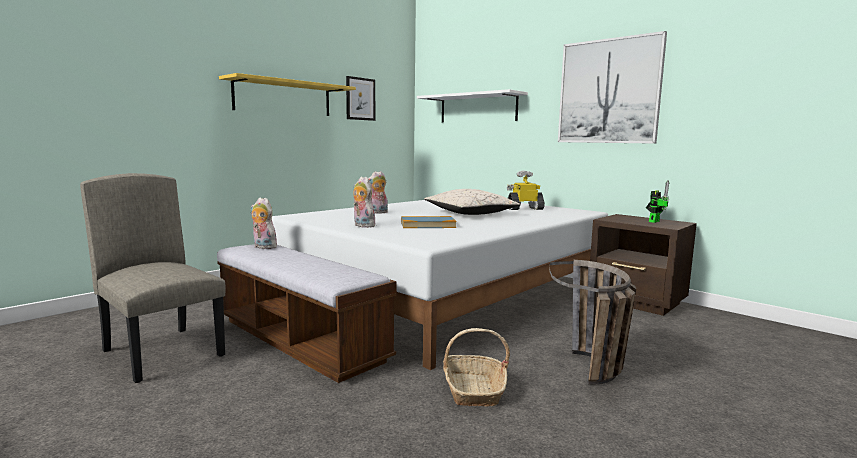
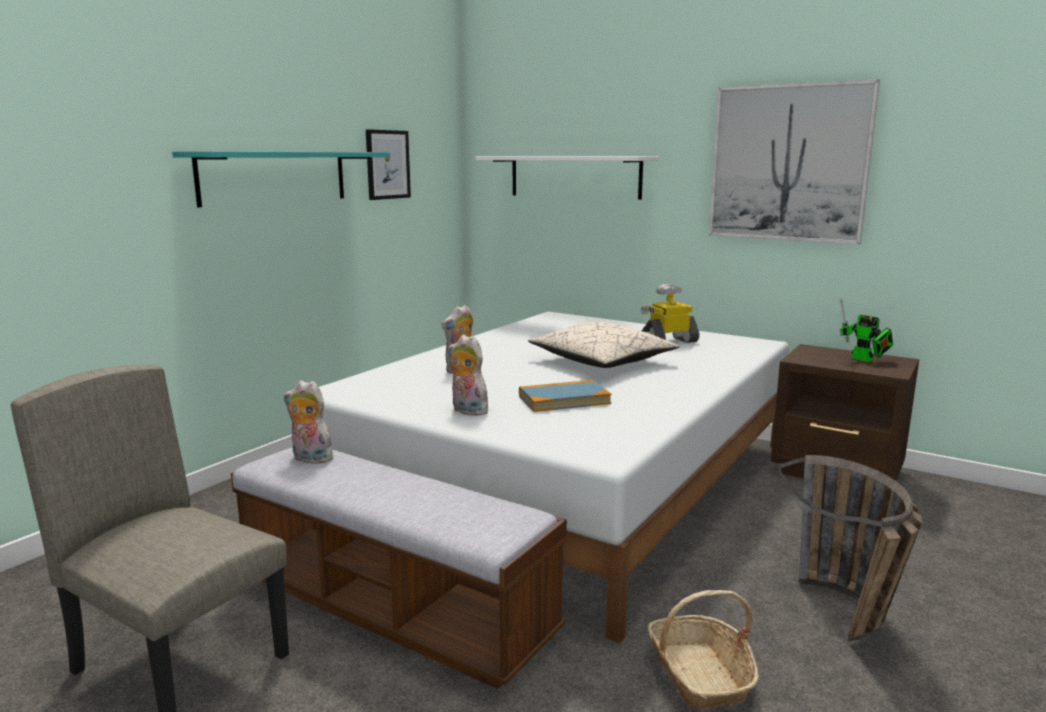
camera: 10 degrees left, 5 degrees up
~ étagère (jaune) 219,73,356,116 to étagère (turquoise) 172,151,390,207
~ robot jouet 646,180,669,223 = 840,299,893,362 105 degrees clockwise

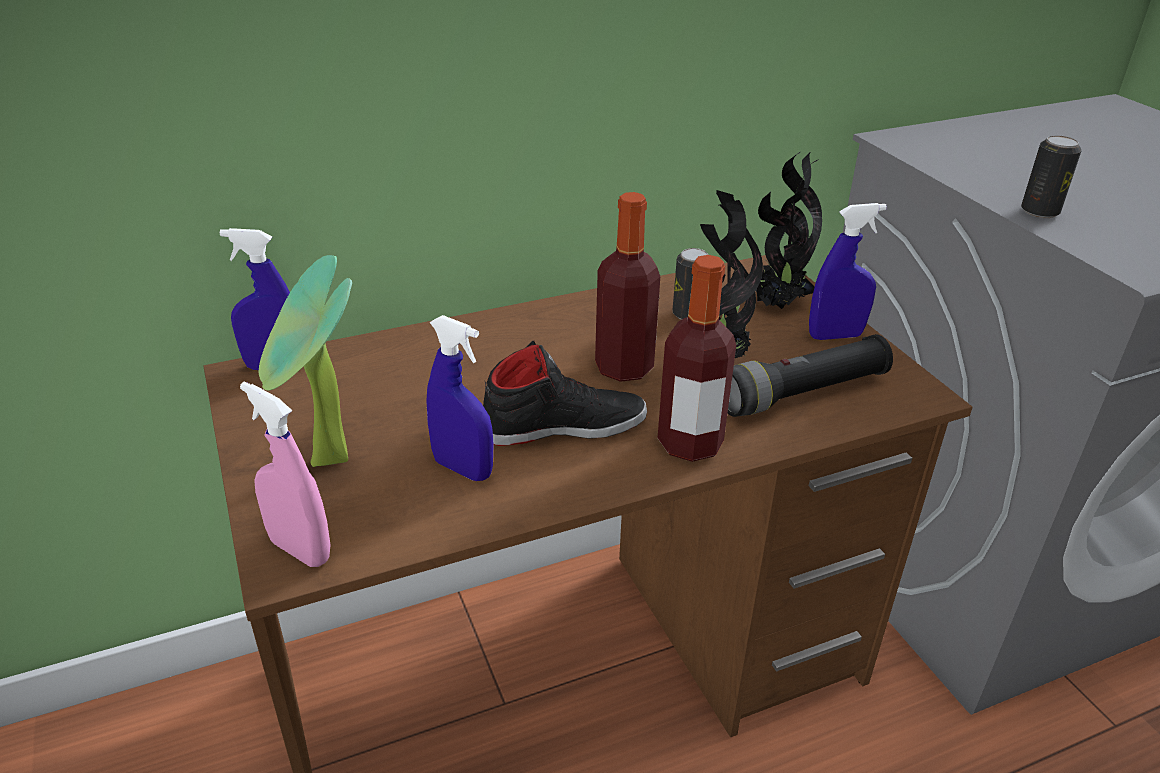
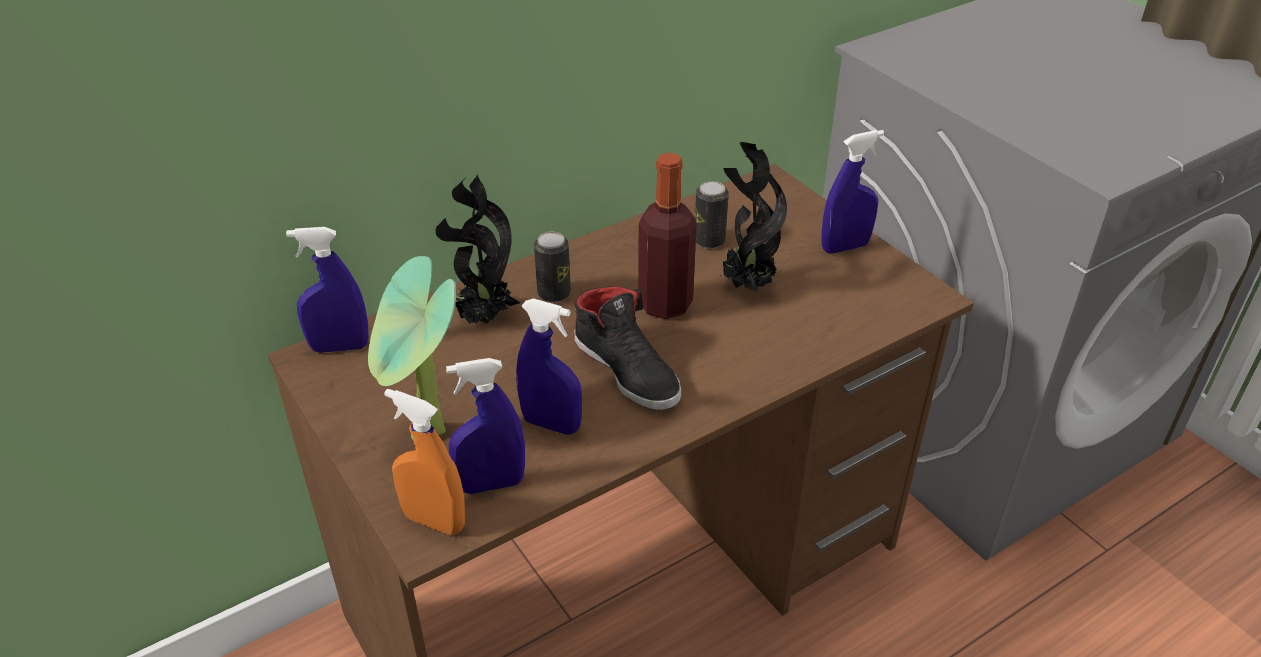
camera: 10 degrees left, 5 degrees up
- bouteille 658,255,736,462
- lampe de poche (noir) 728,334,893,417
+ vaporisateur (bleu) 446,358,525,494
~ plante en pot 756,151,822,309 to 436,175,521,324
~ boîte métallique 1021,135,1082,218 to 534,232,571,302
~ vaporisateur (rose) 240,382,331,567 to vaporisateur (orange) 384,389,465,535
~ chaussure (noir) 483,341,647,446 = 574,286,681,410 75 degrees clockwise

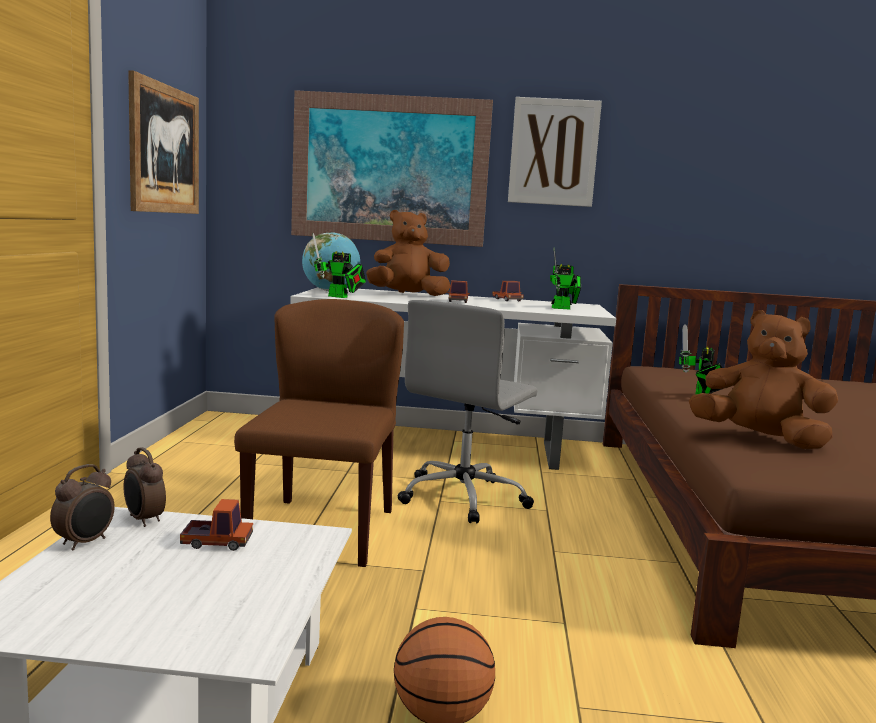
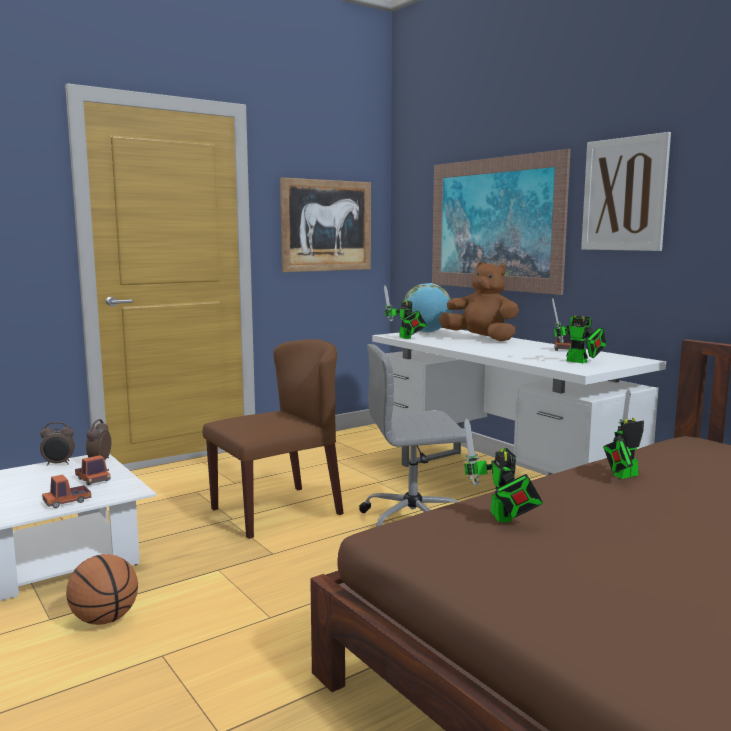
camera: 50 degrees right, 0 degrees up
~ camion jouet 447,280,470,303 to 42,475,91,508
~ peluche (marron) 689,310,838,449 to robot jouet 464,418,543,522

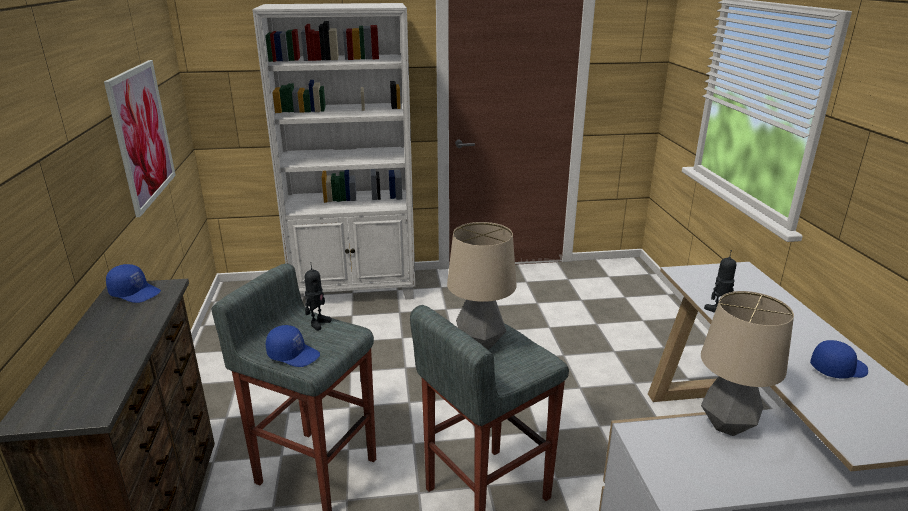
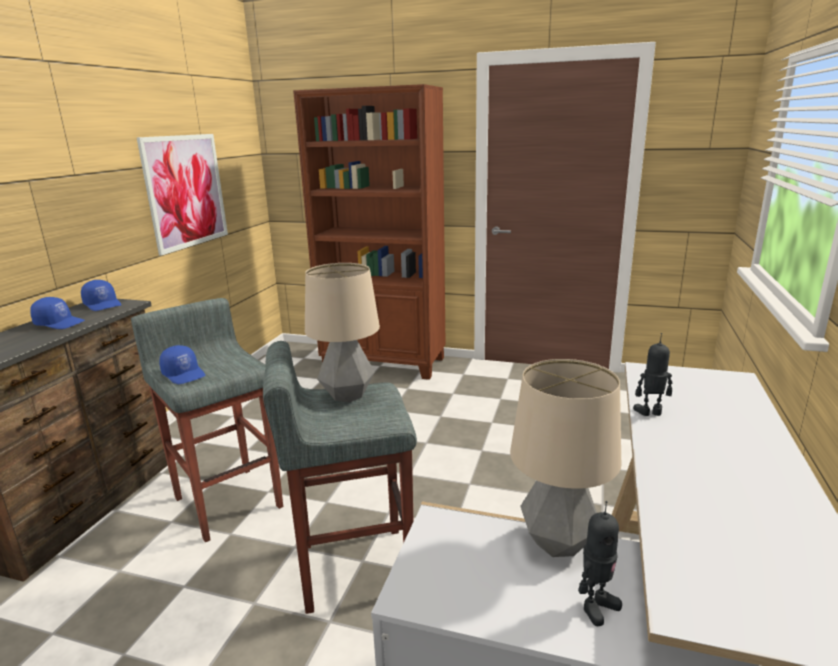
camera: 25 degrees right, 5 degrees down
~ robot jouet 305,262,331,331 to 578,501,622,626
~ casquette (bleu) 810,340,868,379 to 30,297,85,329
~ bibliothèque (blanc) 252,3,415,302 to bibliothèque (marron) 293,84,446,380

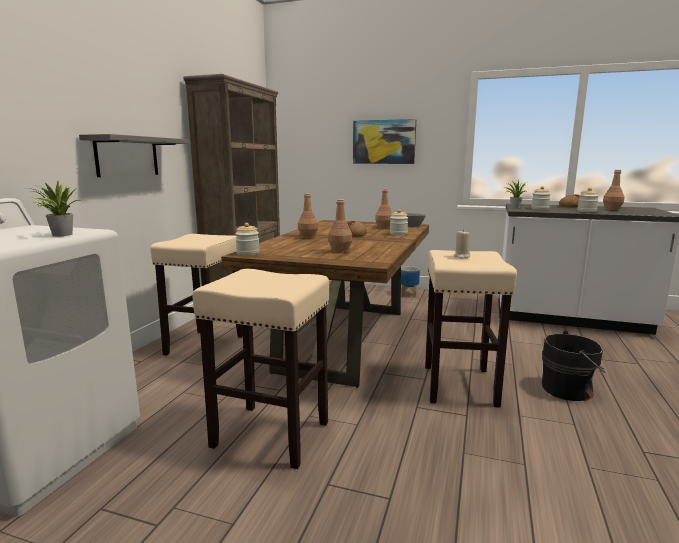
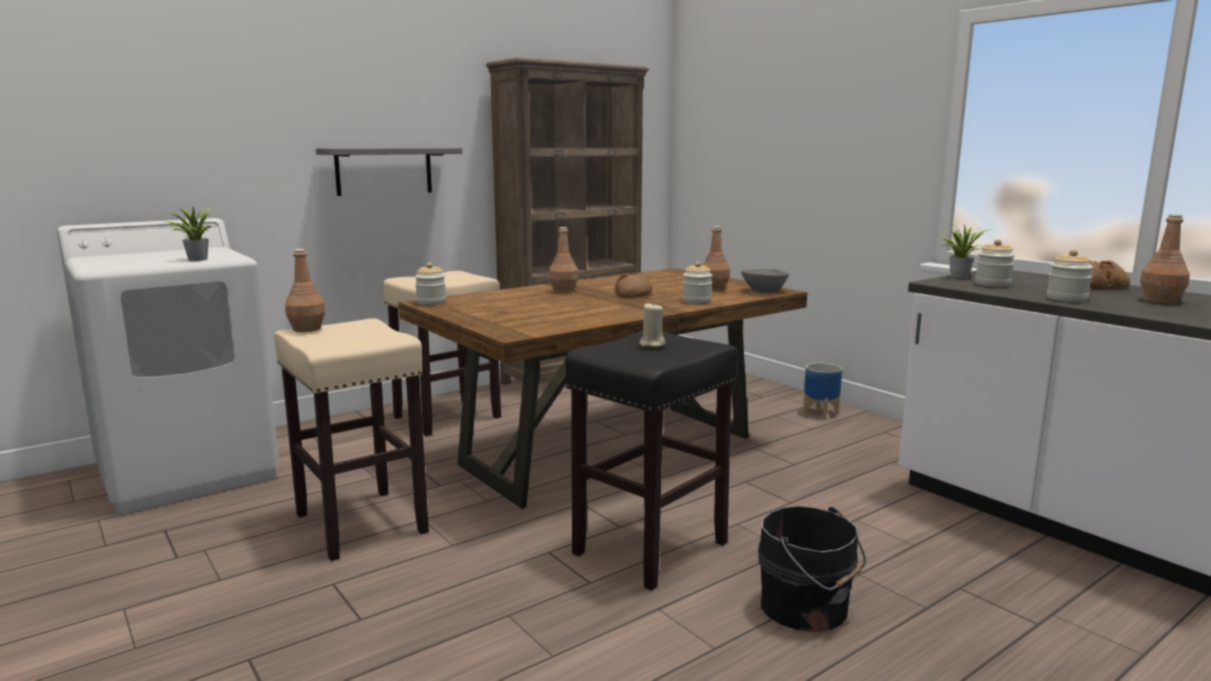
camera: 35 degrees right, 0 degrees up
- tableau 353,119,416,164
~ bouteille (marron) 328,199,352,253 to 285,249,325,332
~ tabouret (beige) 425,250,517,408 to tabouret (noir) 565,331,738,591

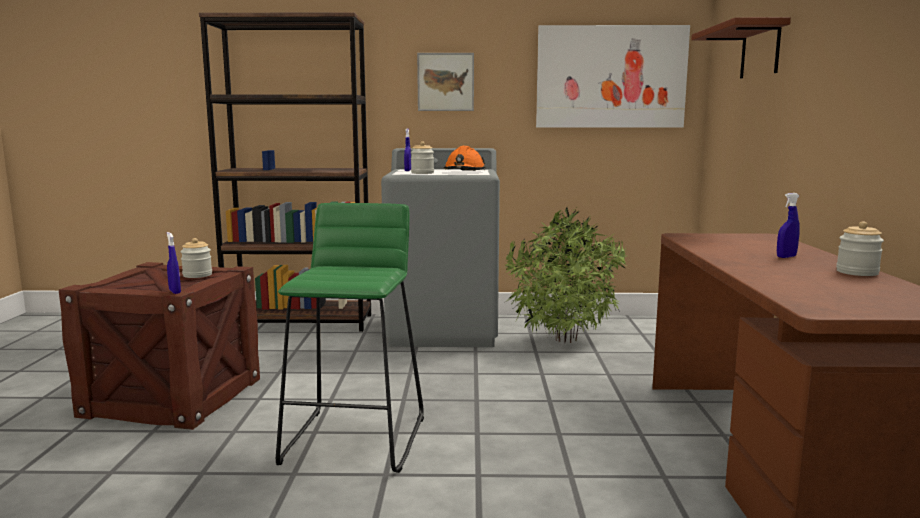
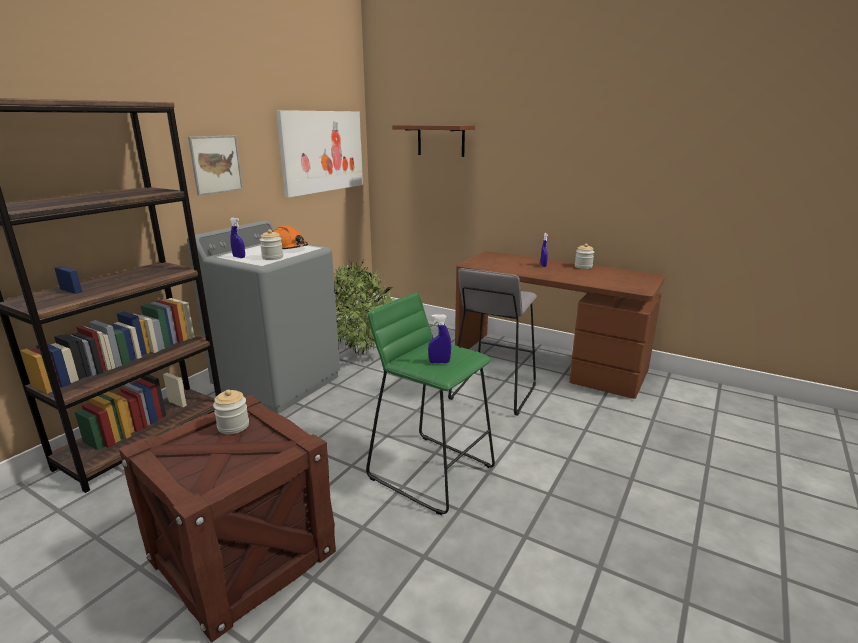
camera: 60 degrees left, 10 degrees up
+ tabouret (gris) 448,268,537,416
~ vaporisateur (bleu) 167,232,181,294 to 428,314,451,364

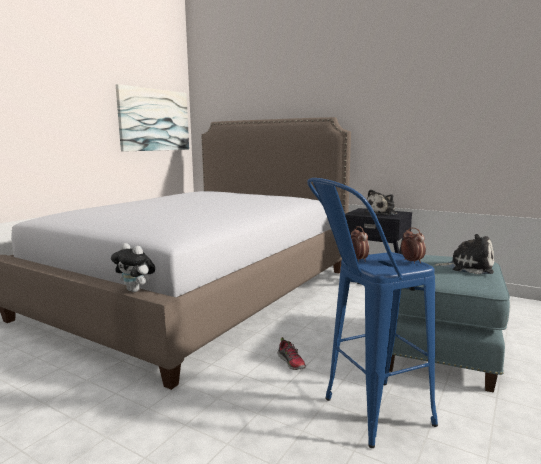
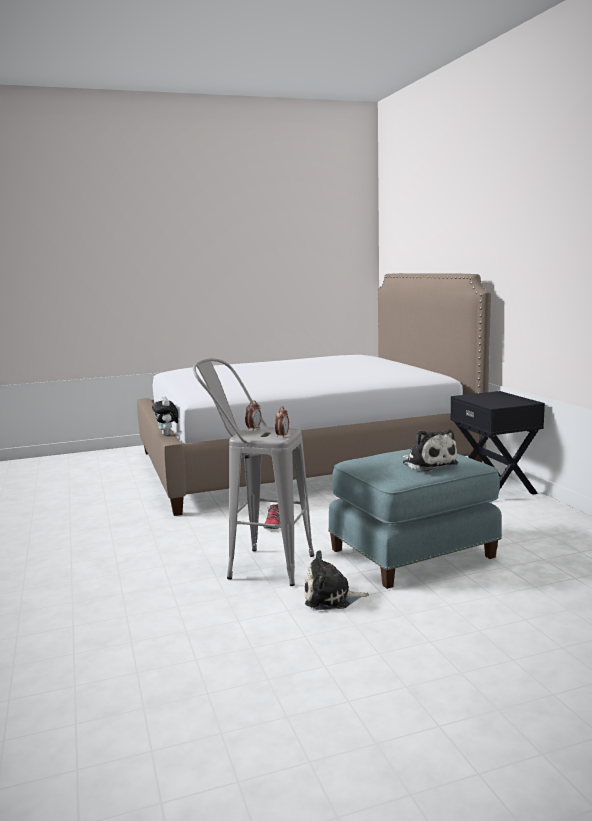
camera: 40 degrees right, 0 degrees up
- tableau 116,84,189,152
~ peluche 365,190,398,215 to 304,550,369,610
~ tabouret (bleu) 307,178,438,448 to tabouret (gris) 193,358,314,586

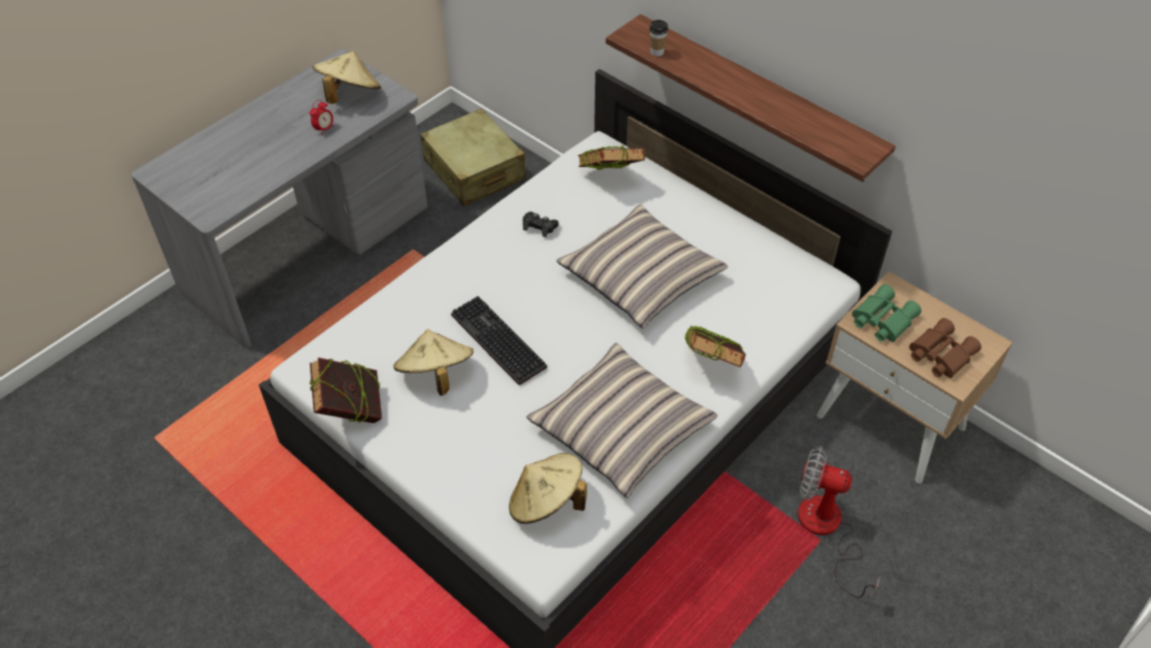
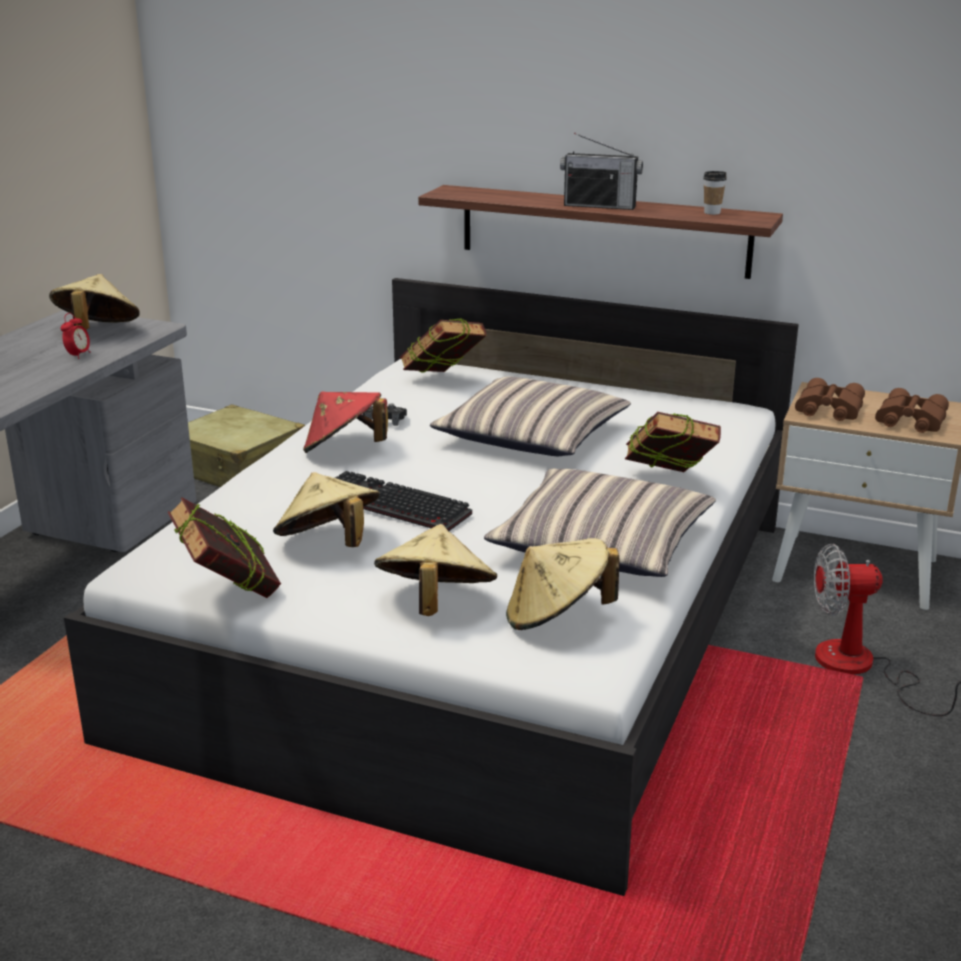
camera: 20 degrees left, 25 degrees down
+ chapeau (rouge) 303,392,388,453
+ chapeau (beige) 374,524,497,616
+ radio 560,133,643,210
~ tasse 649,20,668,56 to 703,171,727,215
~ jumelles (vert) 852,284,921,342 to jumelles (marron) 795,378,865,421

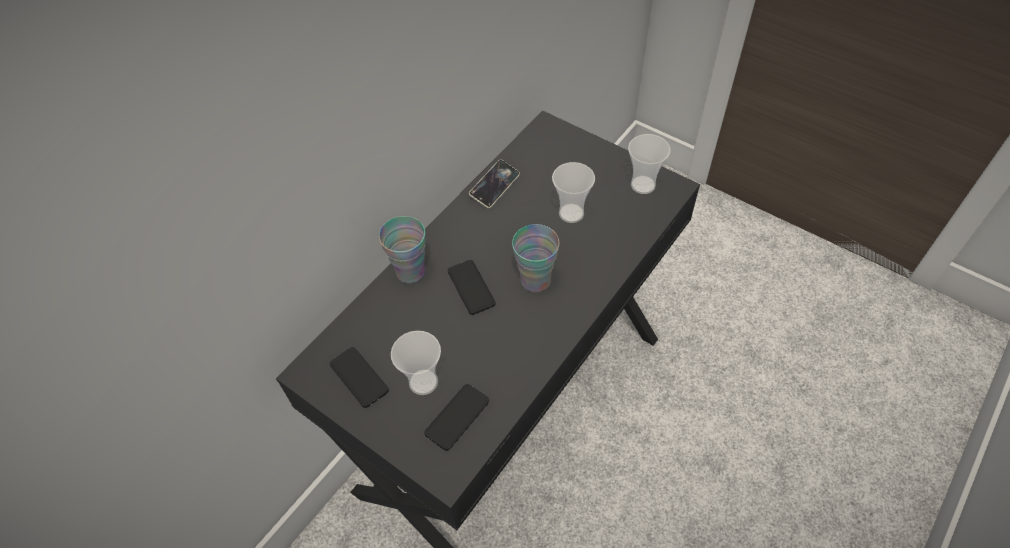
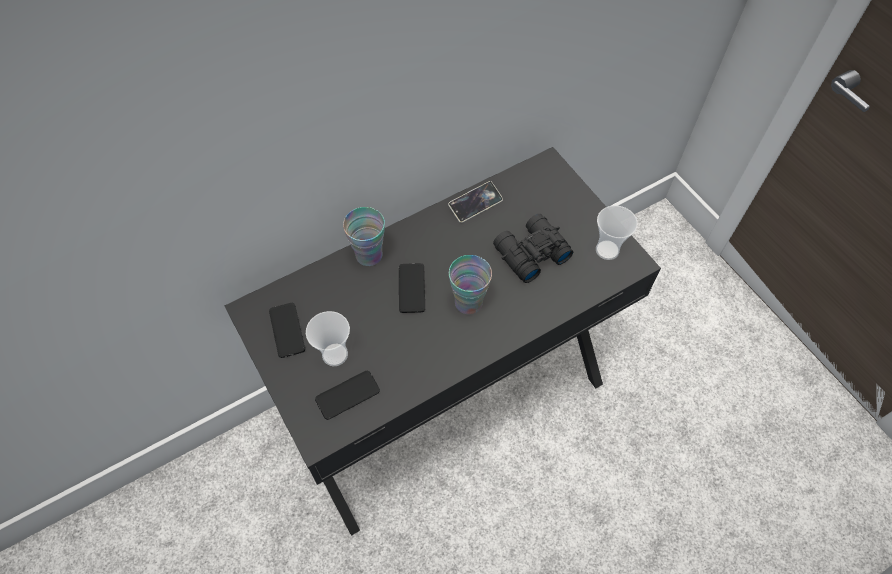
camera: 20 degrees right, 5 degrees up
~ tasse 552,162,595,223 to jumelles (noir) 493,214,573,283

